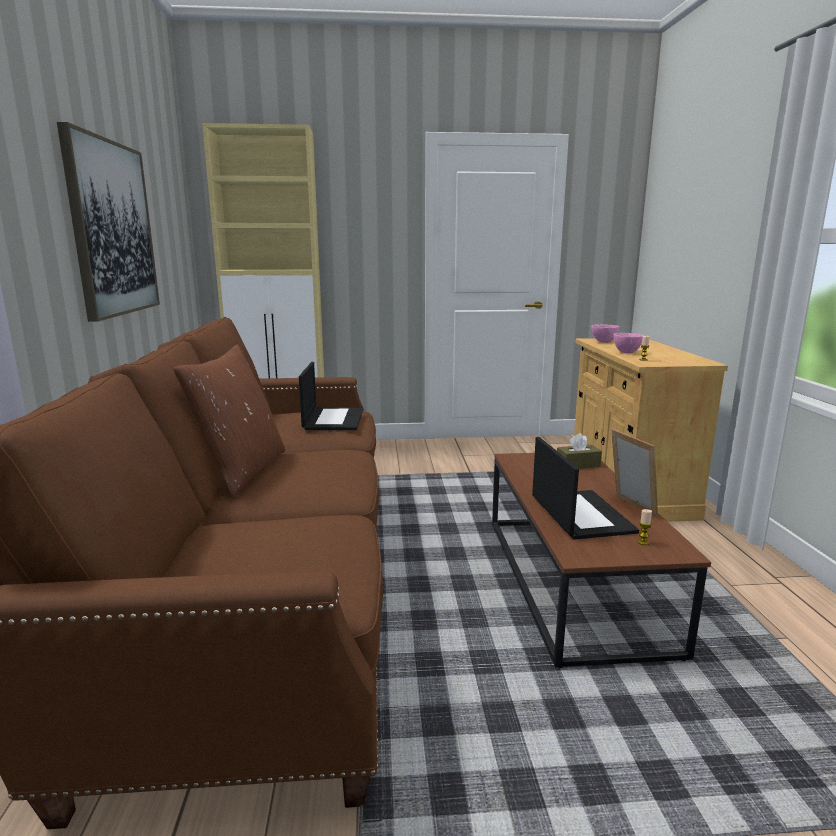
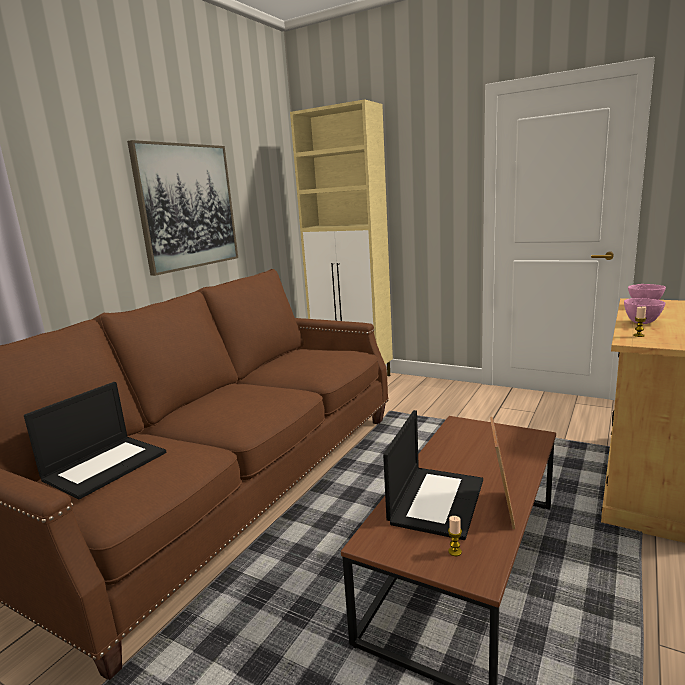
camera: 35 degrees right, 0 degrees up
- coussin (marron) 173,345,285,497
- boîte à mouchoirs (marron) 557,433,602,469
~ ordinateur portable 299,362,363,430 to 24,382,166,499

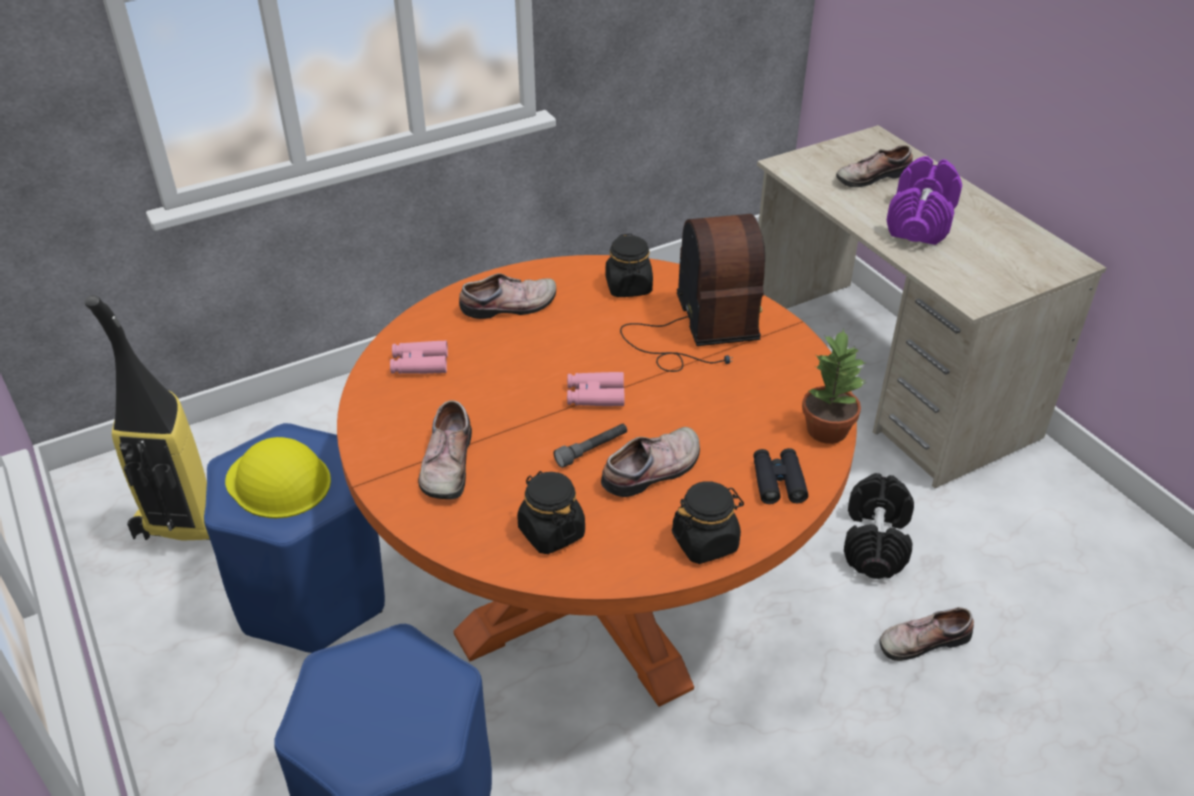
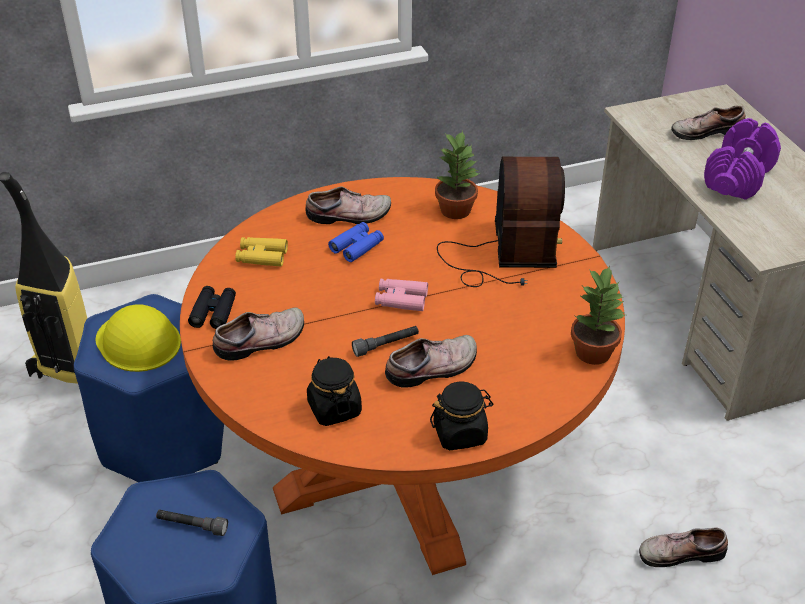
camera: 10 degrees right, 0 degrees up
- haltère (noir) 844,473,914,579
+ lampe de poche (gris) 156,509,228,536
+ jumelles (bleu) 328,222,384,262
~ jumelles (noir) 753,448,808,504 to 188,286,236,329
~ bocal (noir) 605,234,653,297 to plante en pot 435,131,480,219
~ jumelles (rose) 390,340,448,374 to jumelles (jaune) 235,237,288,266
~ chaussure 418,400,472,499 = 213,307,304,361 135 degrees counterclockwise

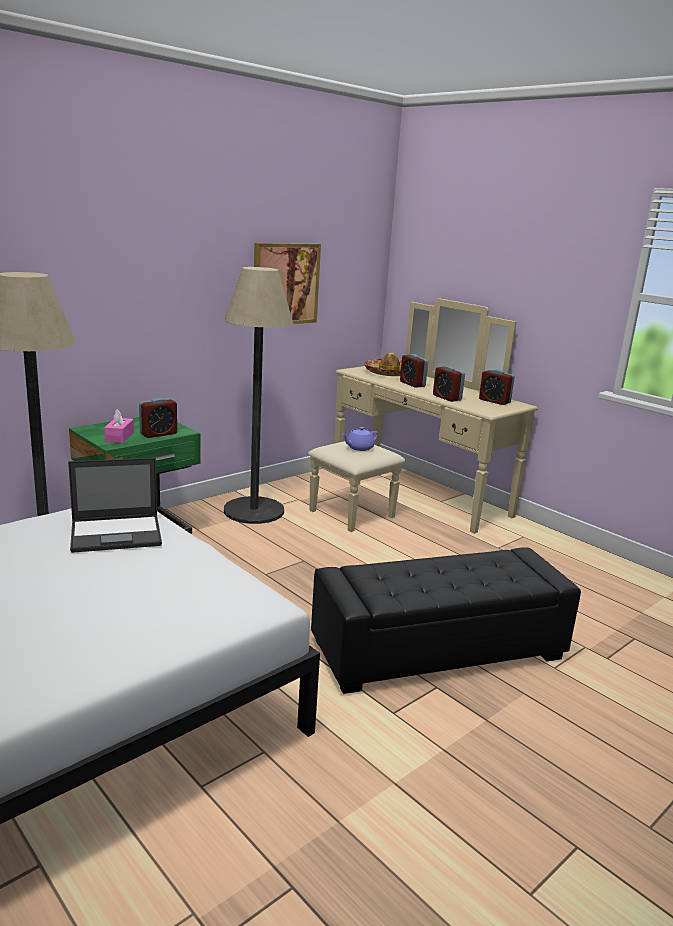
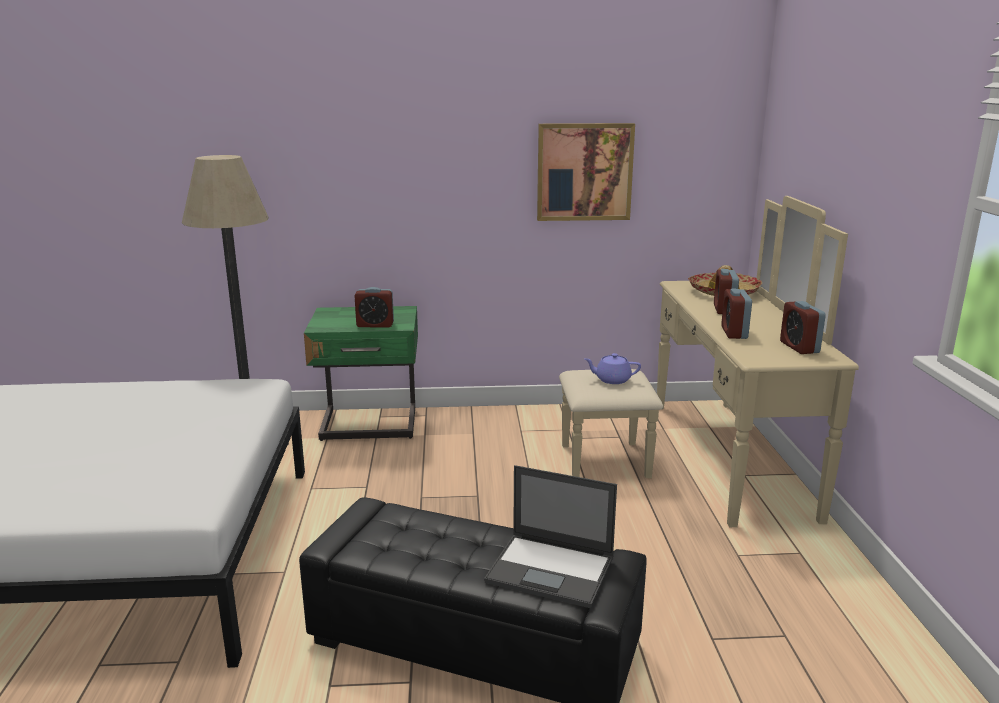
camera: 40 degrees right, 0 degrees up
- boîte à mouchoirs (rose) 104,409,134,443
- lampadaire 224,267,293,524
~ ordinateur portable 68,458,162,553 to 484,465,617,608

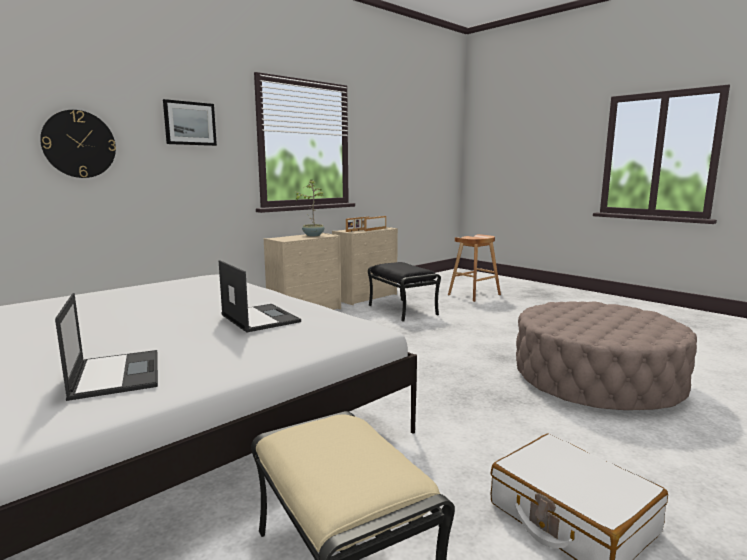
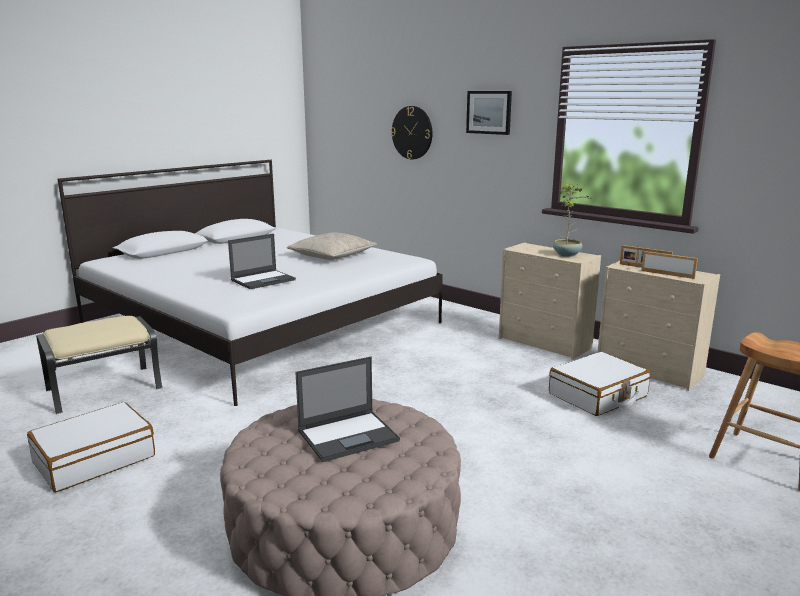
camera: 85 degrees right, 5 degrees up
+ coussin (beige) 287,232,377,260
~ ordinateur portable 55,293,158,401 to 295,357,400,462
~ pouf (noir) 368,262,441,322 to valise (blanc) 549,352,650,416

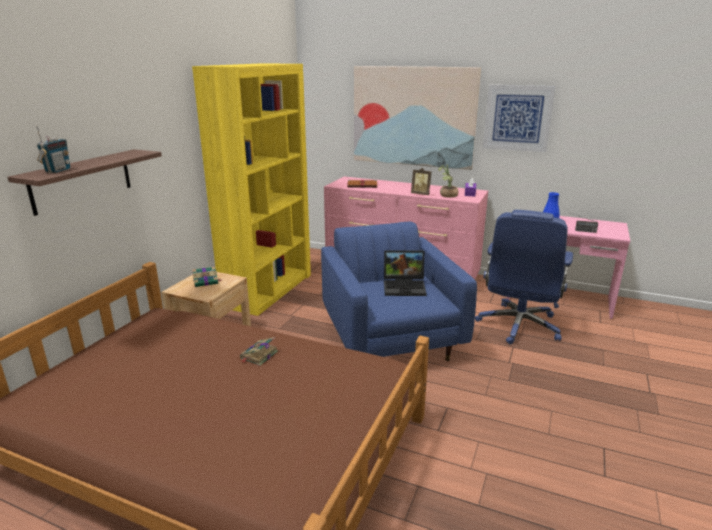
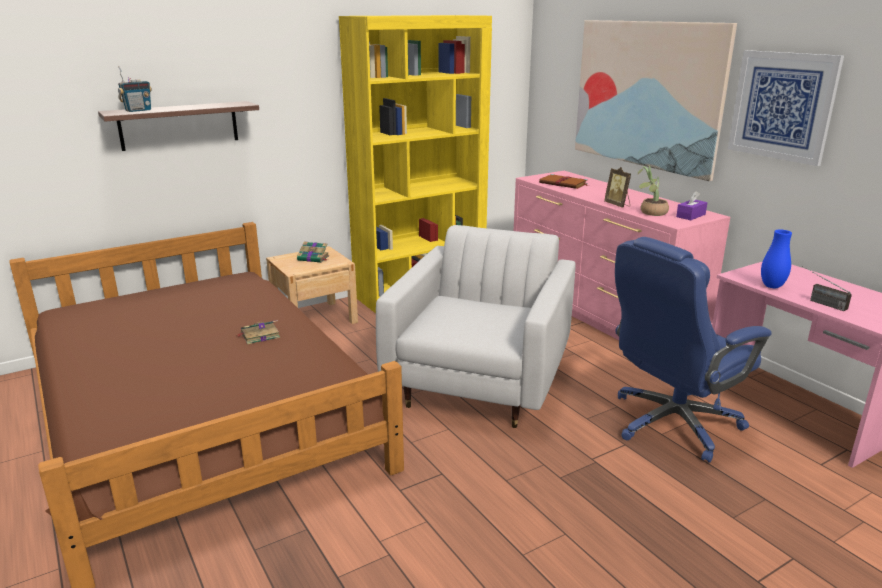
camera: 35 degrees right, 0 degrees up
- ordinateur portable 384,250,427,296
~ fauteuil (bleu) 321,222,477,361 to fauteuil (blanc) 376,225,576,428

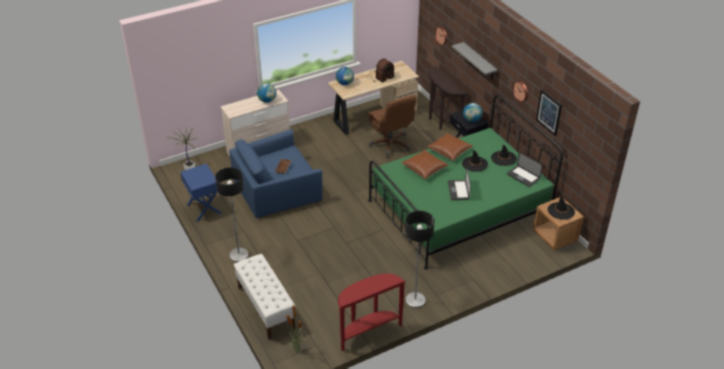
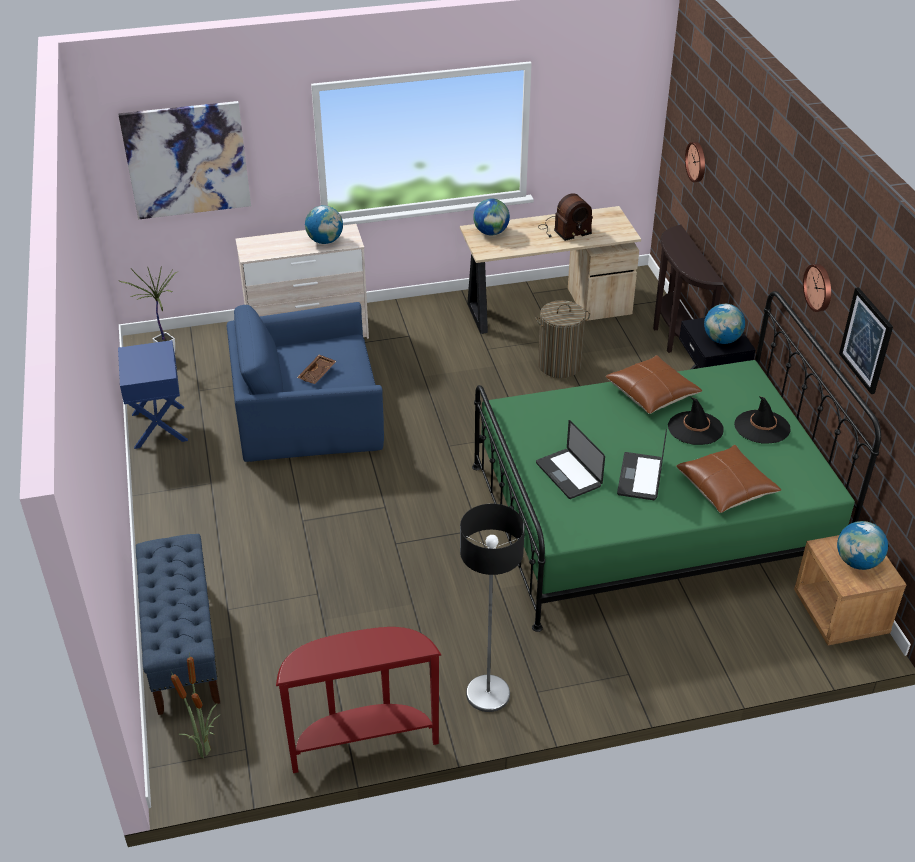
camera: 15 degrees right, 0 degrees up
- lampadaire 215,167,249,262
- étagère (gris) 452,42,497,80
+ tableau 119,101,251,219
~ coussin (marron) 402,149,449,179 to 676,445,781,513
~ ordinateur portable 507,152,543,187 to 536,420,605,499
~ chaise de bureau (marron) 367,95,417,157 to panier à linge 535,300,590,378
~ chapeau (noir) 547,194,575,220 to globe 837,521,888,570
~ banc (blanc) 234,254,296,340 to banc (bleu) 136,534,220,715

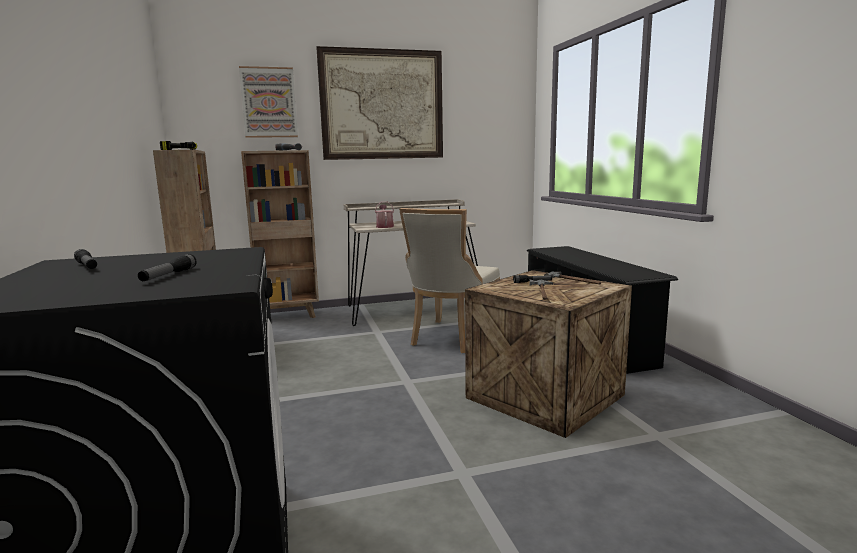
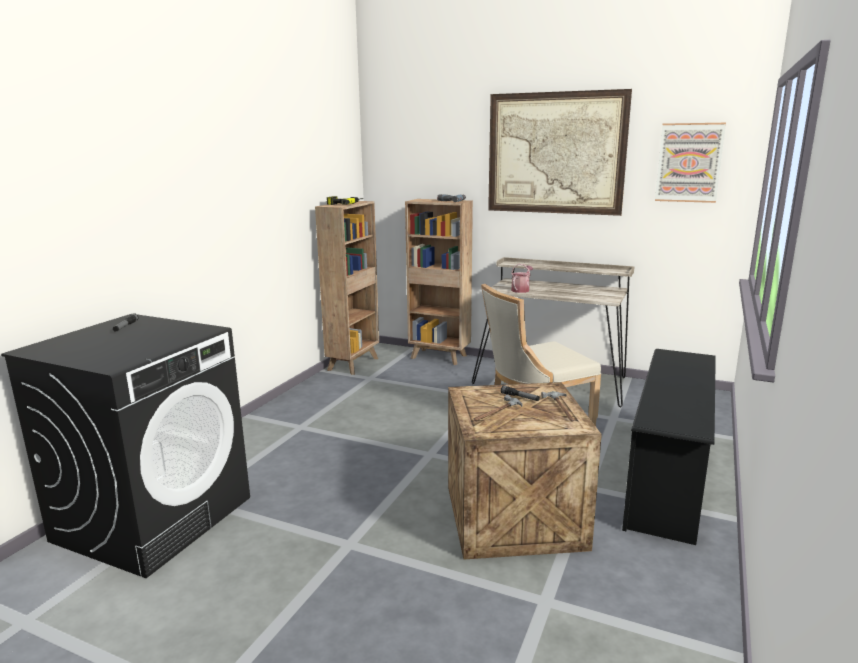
camera: 40 degrees right, 5 degrees up
- lampe de poche 138,254,197,281
~ tableau 239,66,298,138 to 655,123,726,203

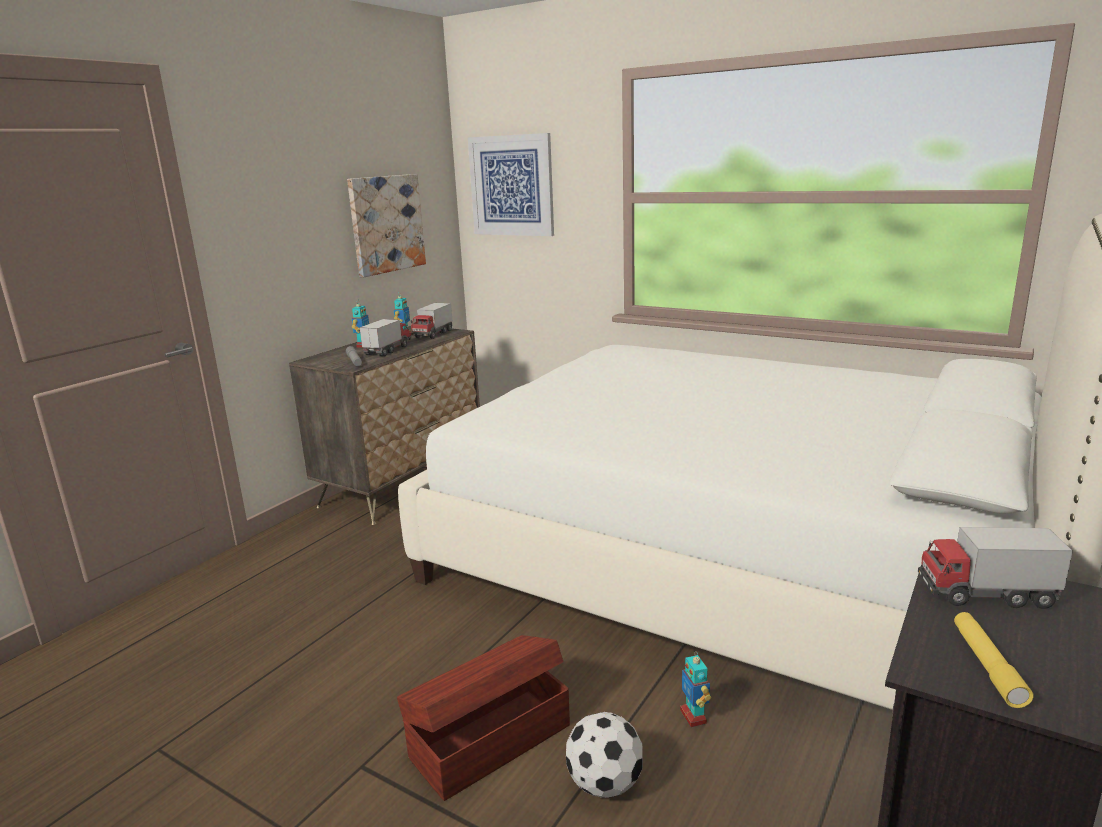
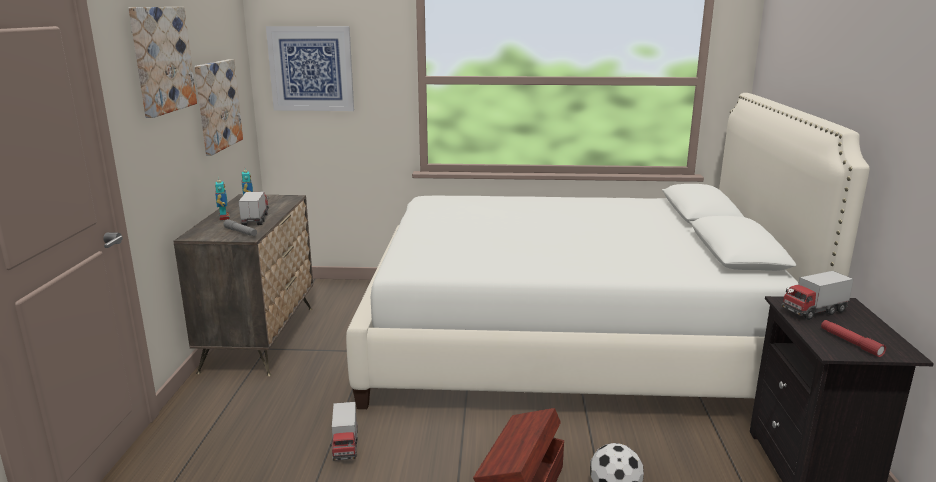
camera: 30 degrees left, 0 degrees up
- robot jouet 680,651,711,727
+ tableau 128,7,197,118
~ camion jouet 411,303,453,339 to 330,402,358,461
~ lampe de poche (jaune) 954,612,1033,708 to lampe de poche (rouge) 821,320,886,357

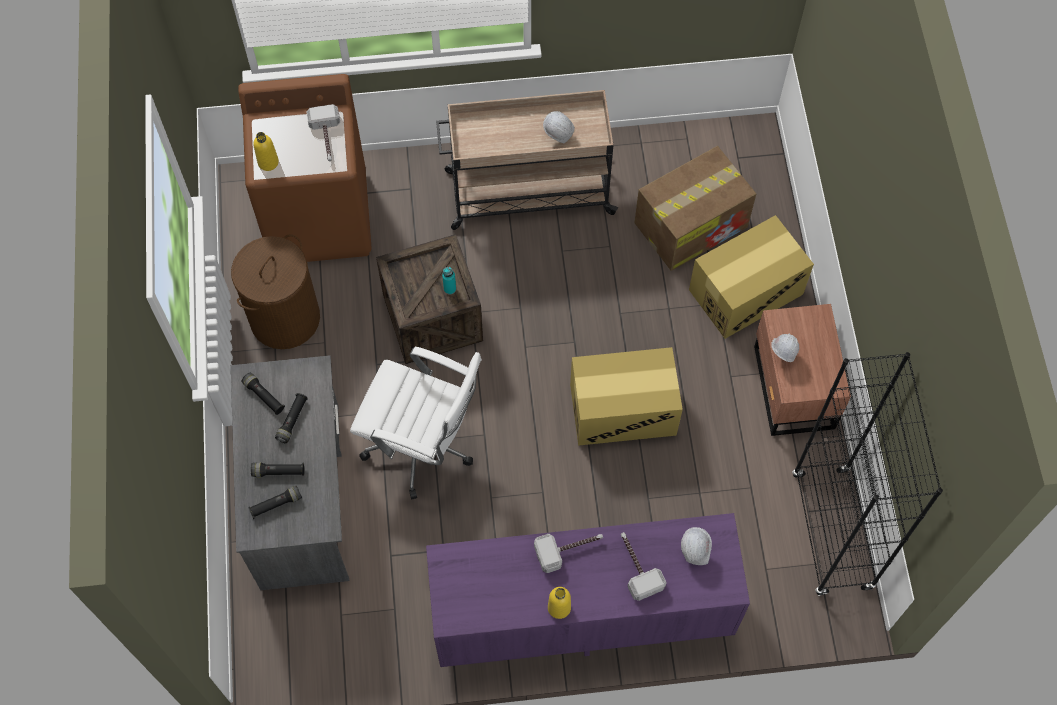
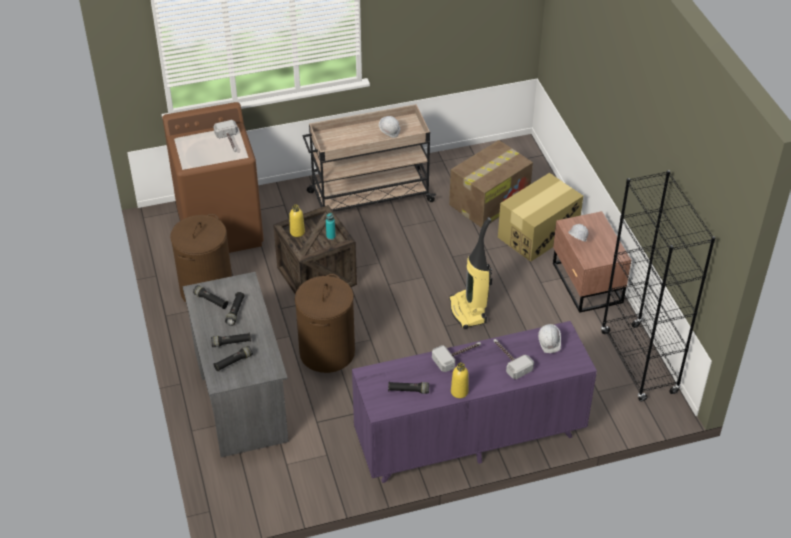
camera: 10 degrees left, 20 degrees down
+ lampe de poche (noir) 388,382,429,394
~ bouteille (jaune) 253,132,279,171 to 289,205,305,237
~ chaise de bureau (blanc) 350,347,482,500 to panier à linge (marron) 295,274,355,373
~ carton 570,347,683,446 to aspirateur 449,217,492,329

